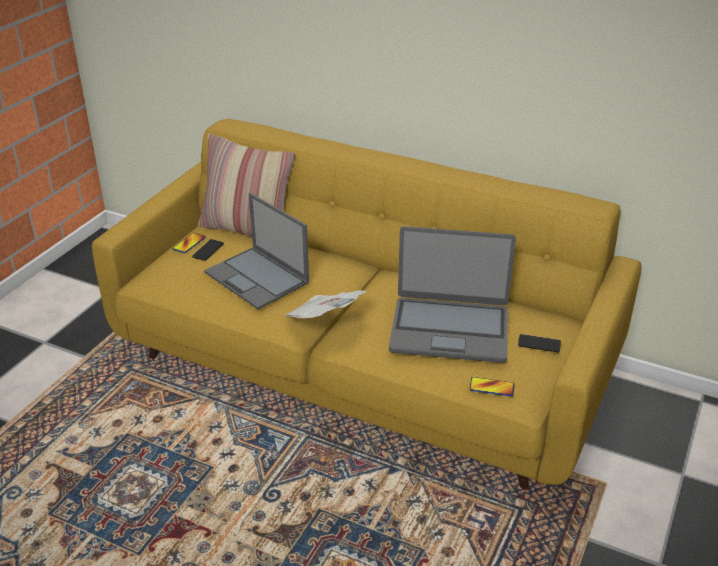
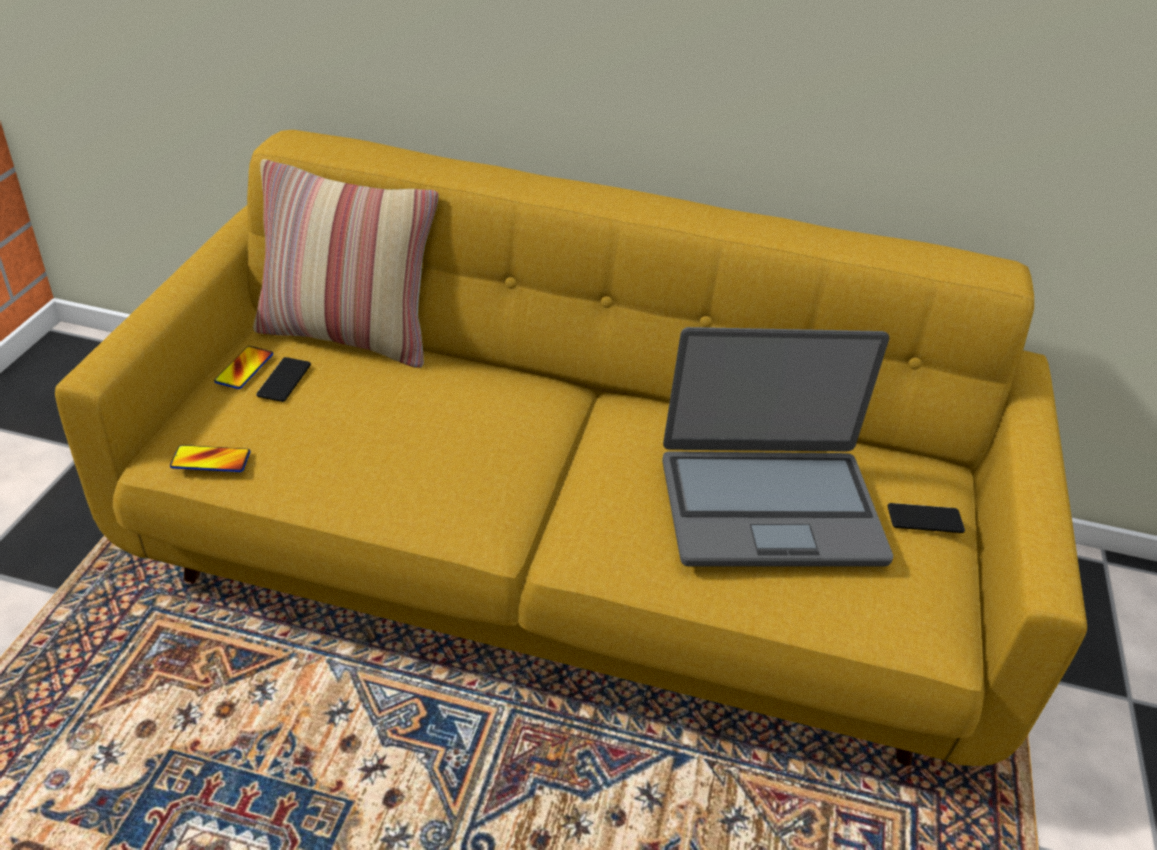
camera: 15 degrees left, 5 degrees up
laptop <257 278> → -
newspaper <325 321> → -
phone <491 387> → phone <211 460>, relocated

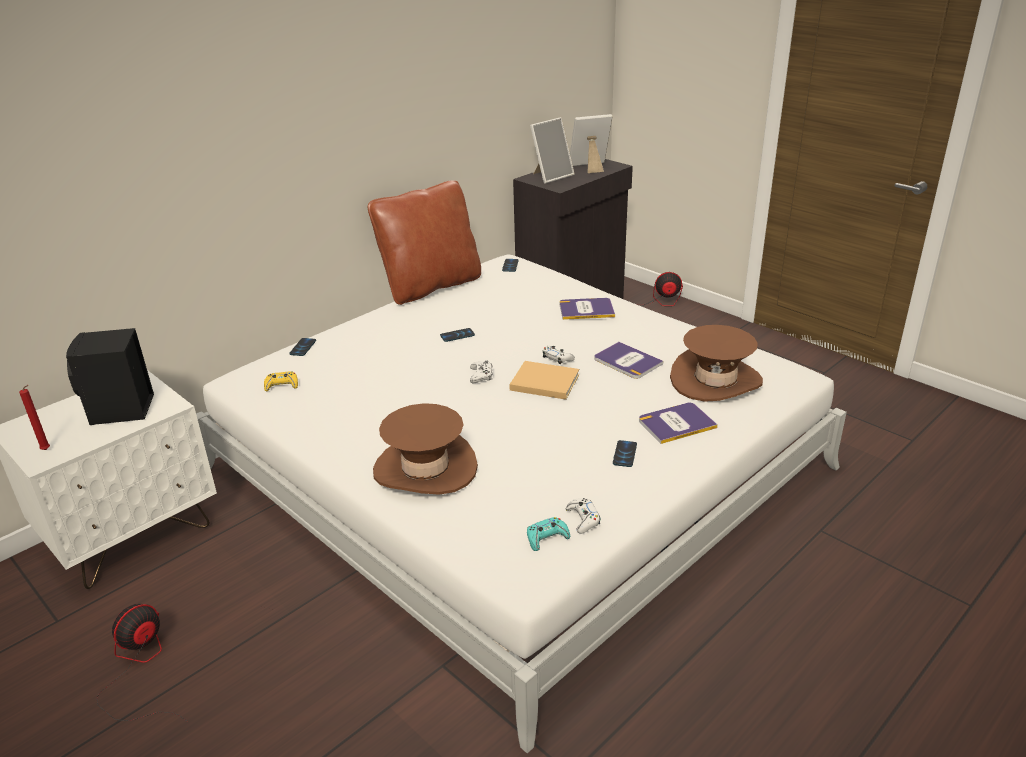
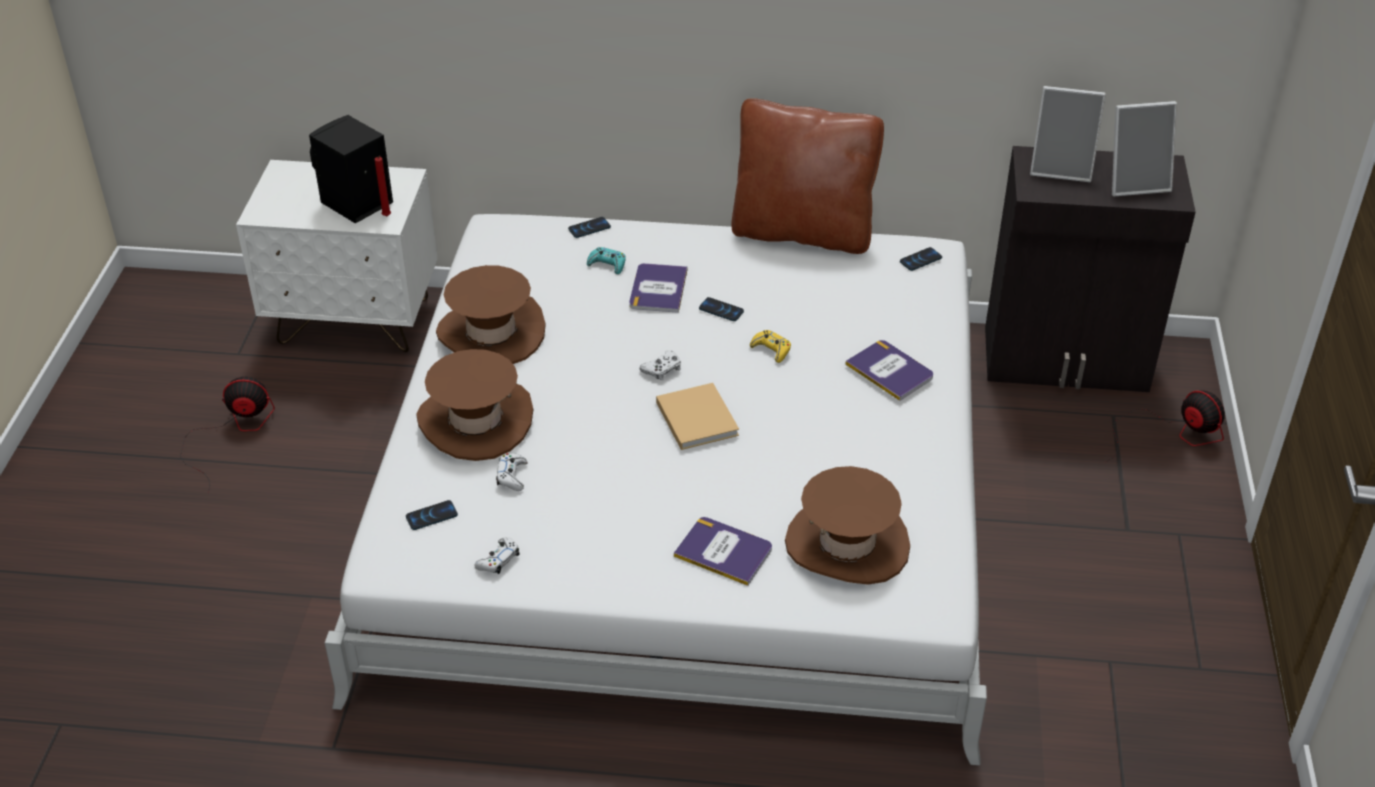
camera: 50 degrees right, 10 degrees up
red candle <47 450> → red candle <387 217>, relocated
yellow game controller <282 385> → yellow game controller <771 350>, relocated
turquoise game controller <547 538> → turquoise game controller <607 264>, relocated
white game controller <557 358> → white game controller <512 476>, relocated
picture frame <590 167> → picture frame <1135 182>, 135 degrees clockwise
book <627 361> → book <658 289>, relocated
phone <624 454> → phone <431 516>, relocated
- → brown hat <491 333>

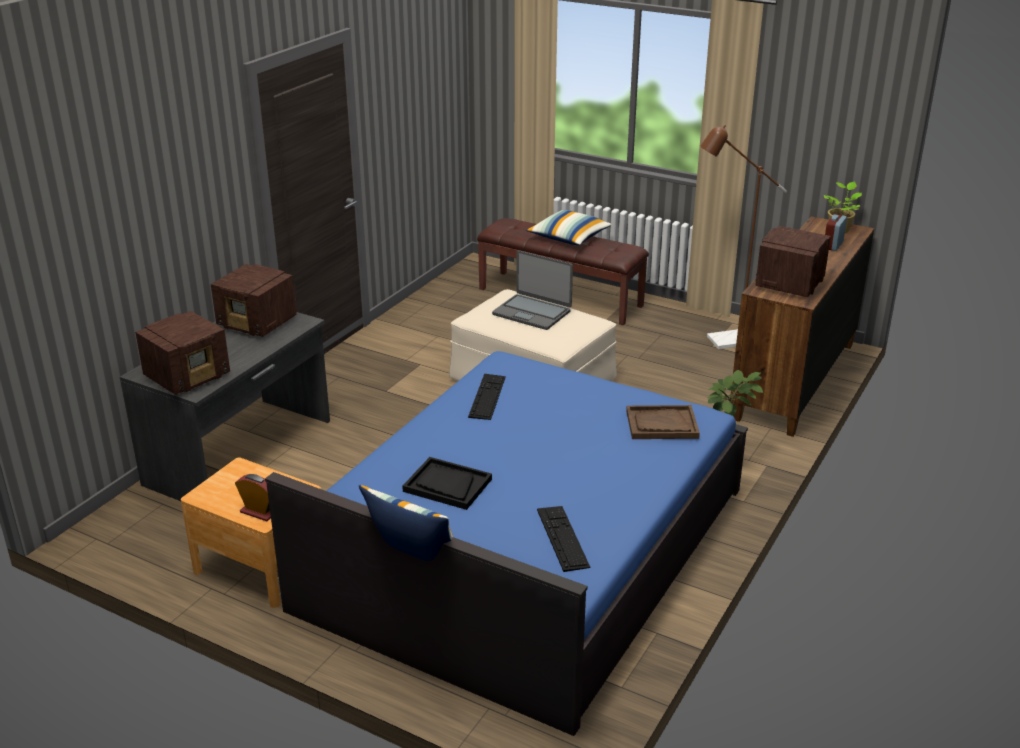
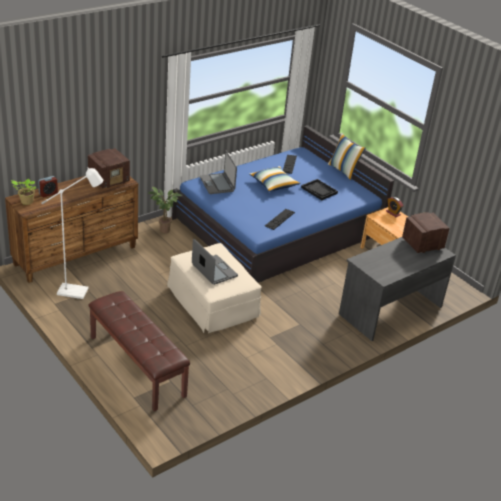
camera: 160 degrees left, 5 degrees up
radio <258 323> → -
pillow <568 238> → pillow <274 184>, relocated
brown tray <661 424> → laptop <217 184>
brown floor lamp <723 341> → white floor lamp <78 292>

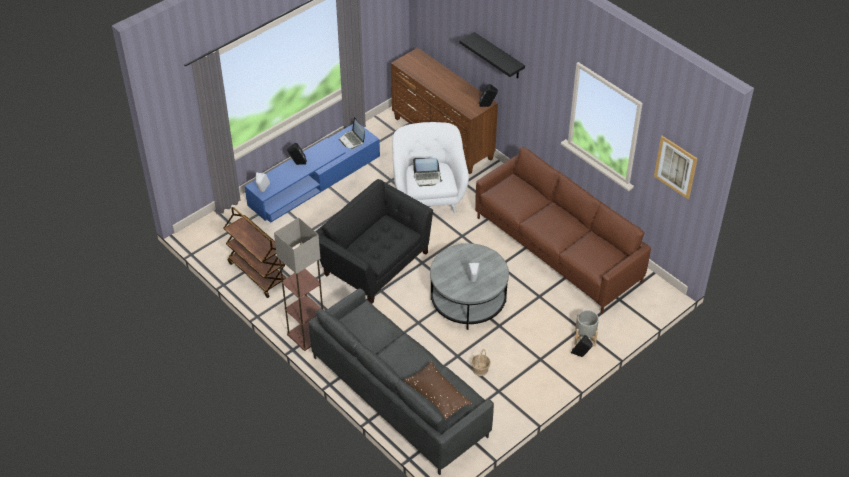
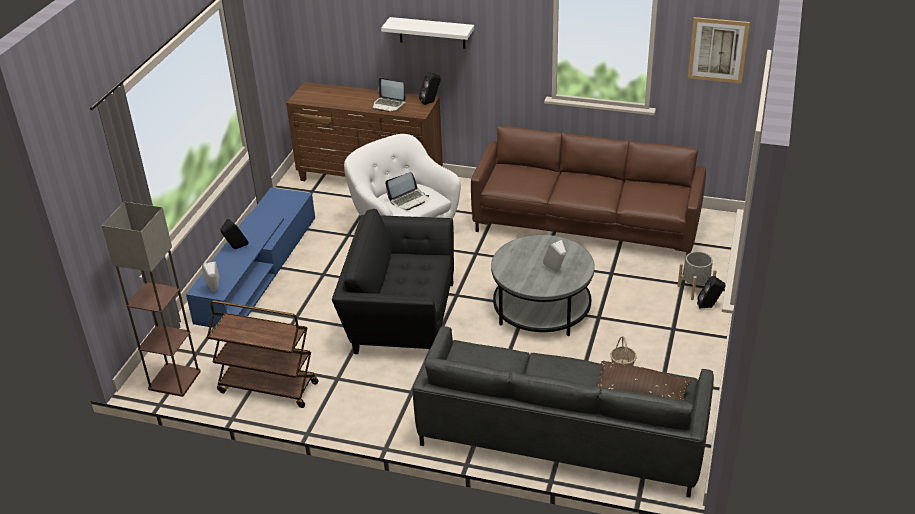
camera: 30 degrees left, 10 degrees down
floor lamp <306 335> → floor lamp <173 380>, relocated
laptop <352 140> → laptop <388 105>, relocated
black shelf <499 56> → white shelf <432 33>

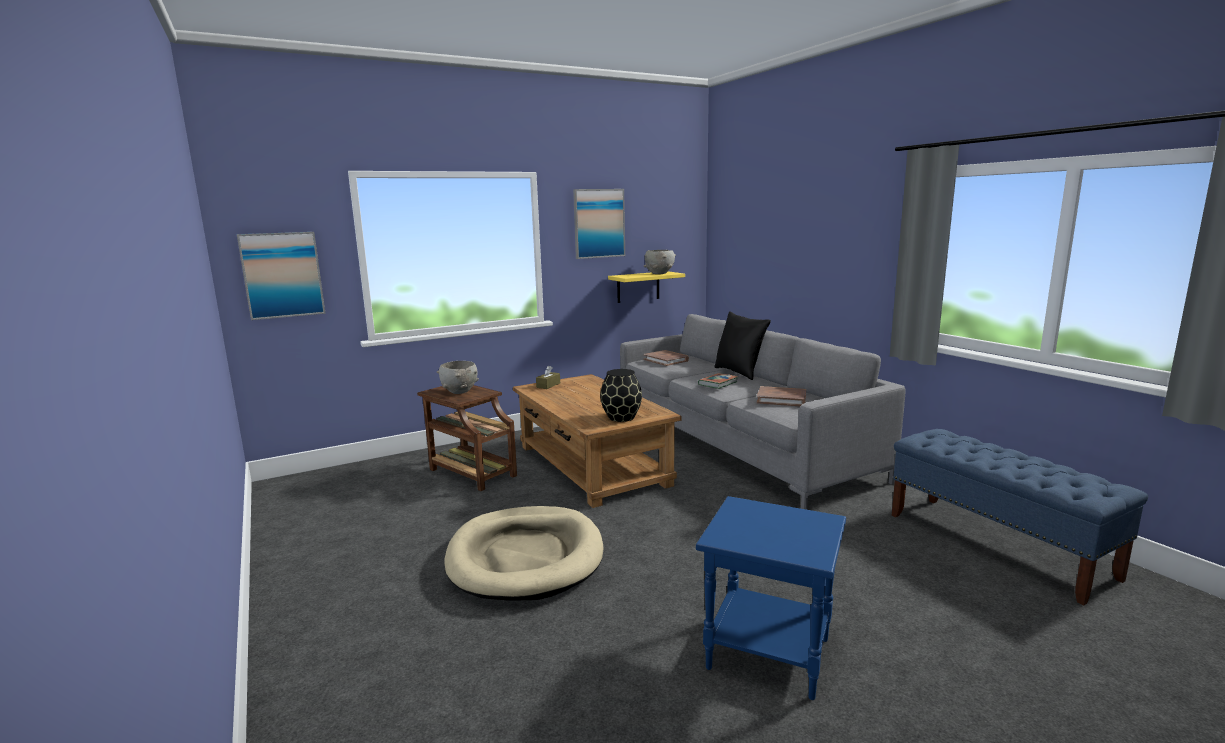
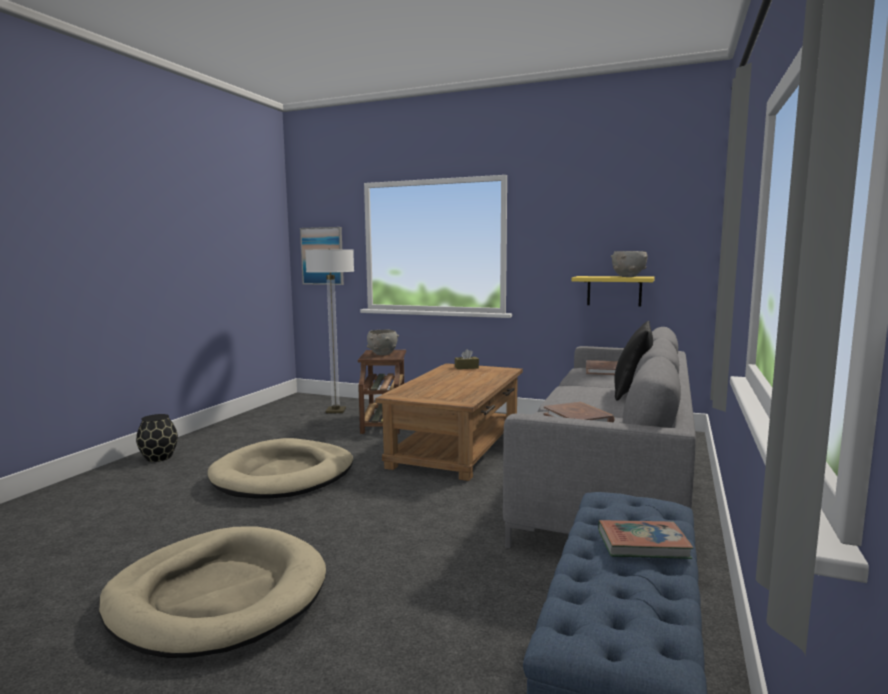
camera: 50 degrees right, 5 degrees down
picture <599 223> → -
black vase <621 417> → black vase <159 457>, relocated
blue side table <766 655> → beige dog bed <218 596>
book <718 383> → book <642 544>, relocated
- → floor lamp <335 411>

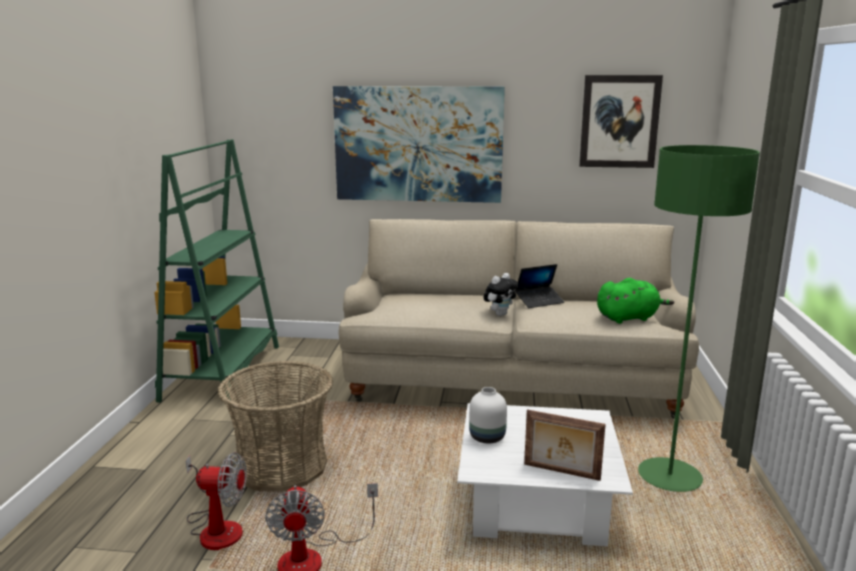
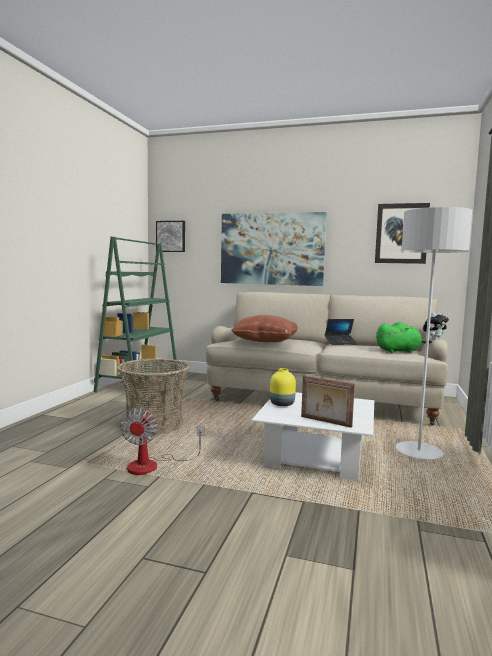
camera: 10 degrees right, 10 degrees down
fan <216 528> → -
white vase <487 438> → yellow vase <282 404>
plush toy <500 314> → plush toy <434 340>, relocated
green floor lamp <669 477> → grey floor lamp <418 452>
- → picture <171 236>
- → brown pillow <265 341>

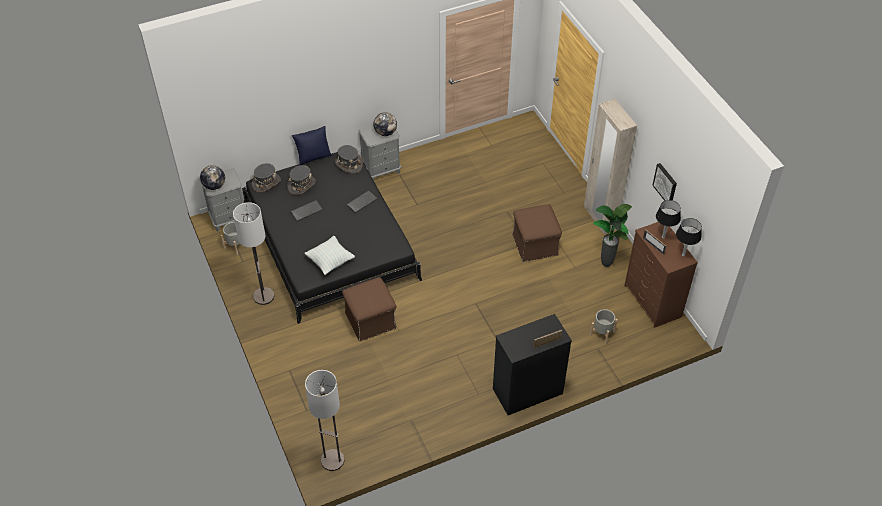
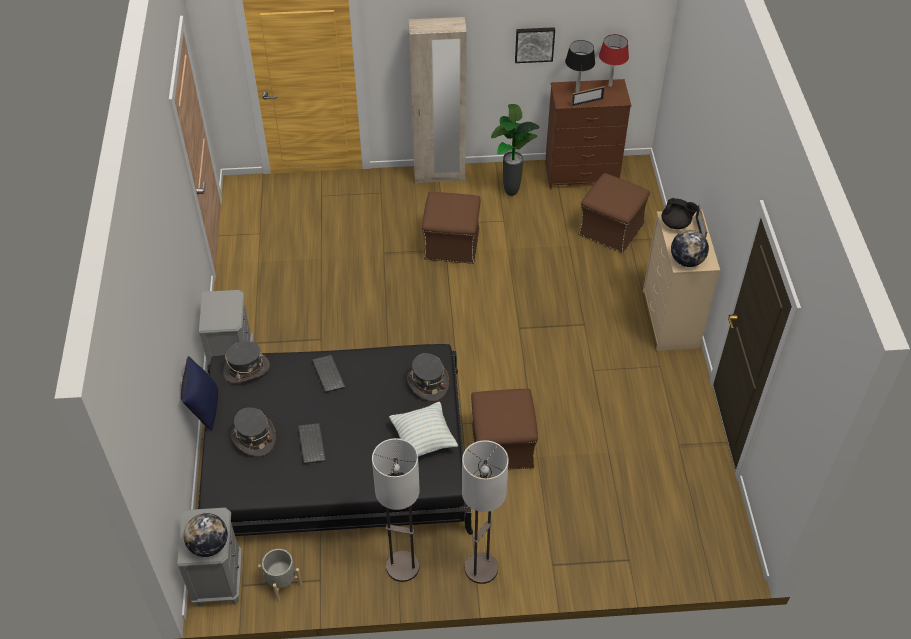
camera: 70 degrees left, 0 degrees up
grey hat <266 182> → grey hat <427 383>, relocated
floor lamp <332 460> → floor lamp <481 568>, relocated
globe <385 132> → globe <686 261>, relocated
black dresser <527 391> → beige dresser <670 320>
grey planter <602 333> → brown ottoman <610 229>
black table lamp <683 255> → red table lamp <610 85>
- → black teapot <676 224>

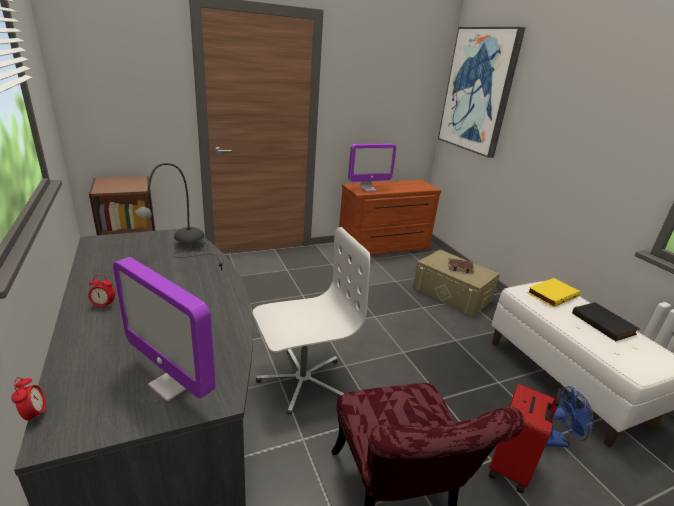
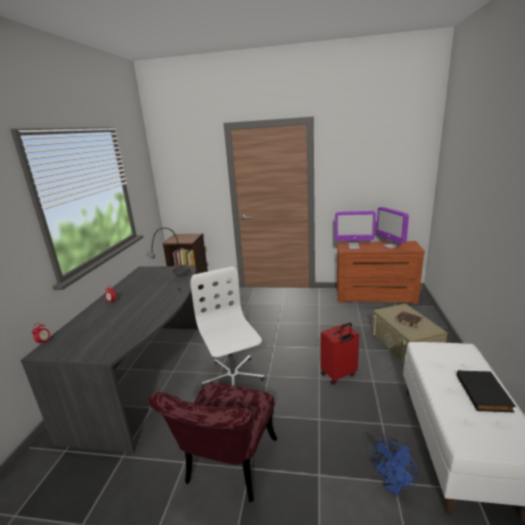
camera: 35 degrees right, 5 degrees down
monitor <174 383> → monitor <390 246>, relocated
white office chair <302 380> → white office chair <232 377>, 120 degrees counterclockwise
picture <478 91> → -
red suitcase <511 467> → red suitcase <339 375>, relocated
yellow book <551 294> → -
blue fan <556 440> → blue fan <394 485>, 105 degrees clockwise

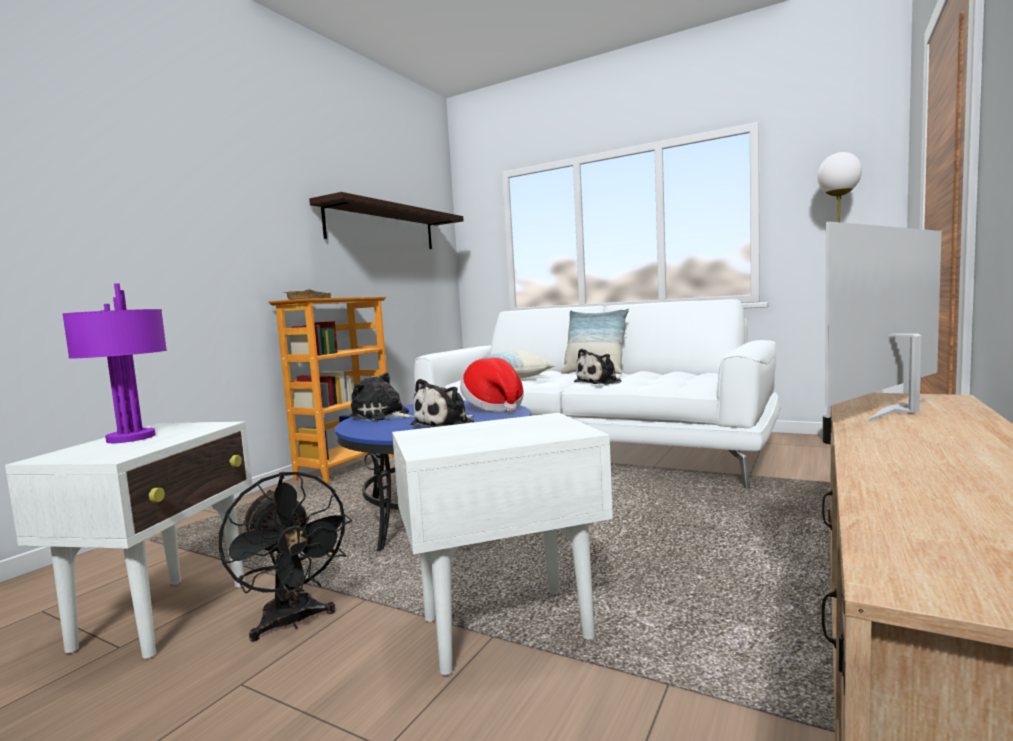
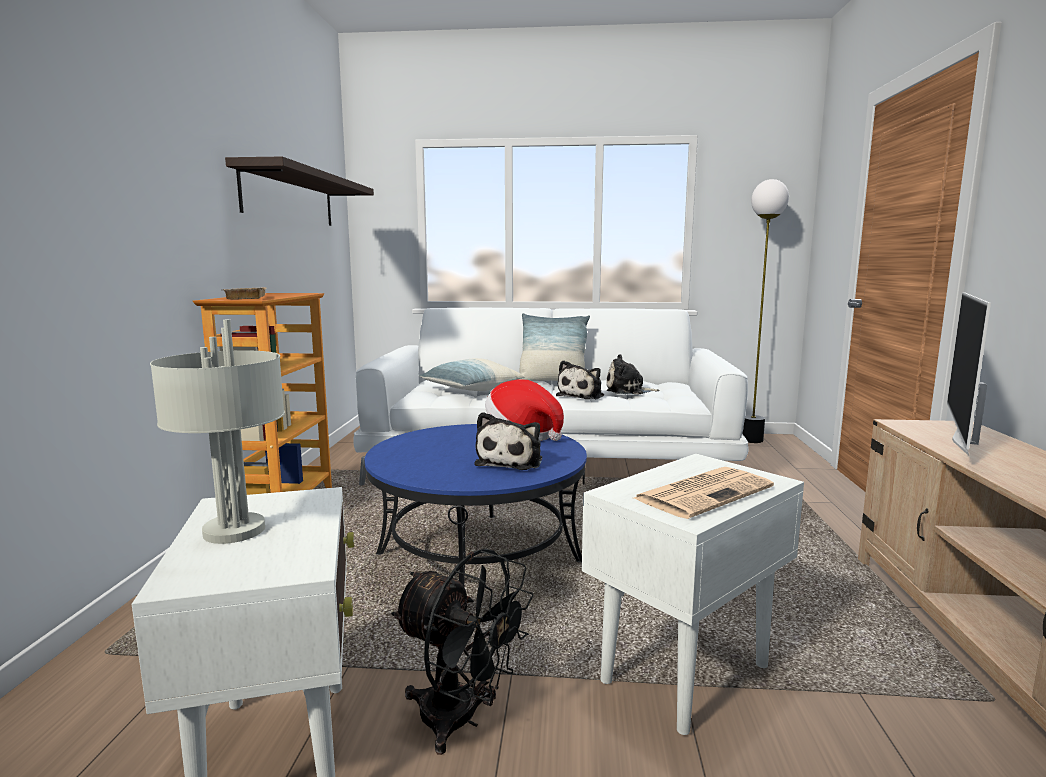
camera: 25 degrees left, 5 degrees up
purple table lamp <129 438> → grey table lamp <233 531>
plush toy <382 416> → plush toy <628 390>, relocated
- → newspaper <704 492>

